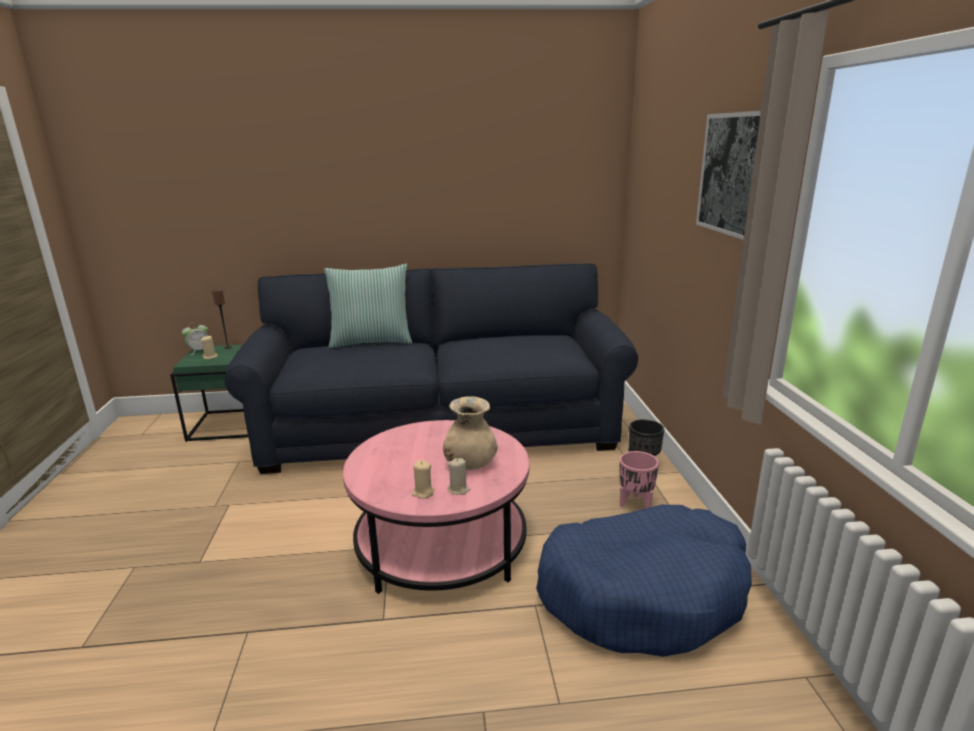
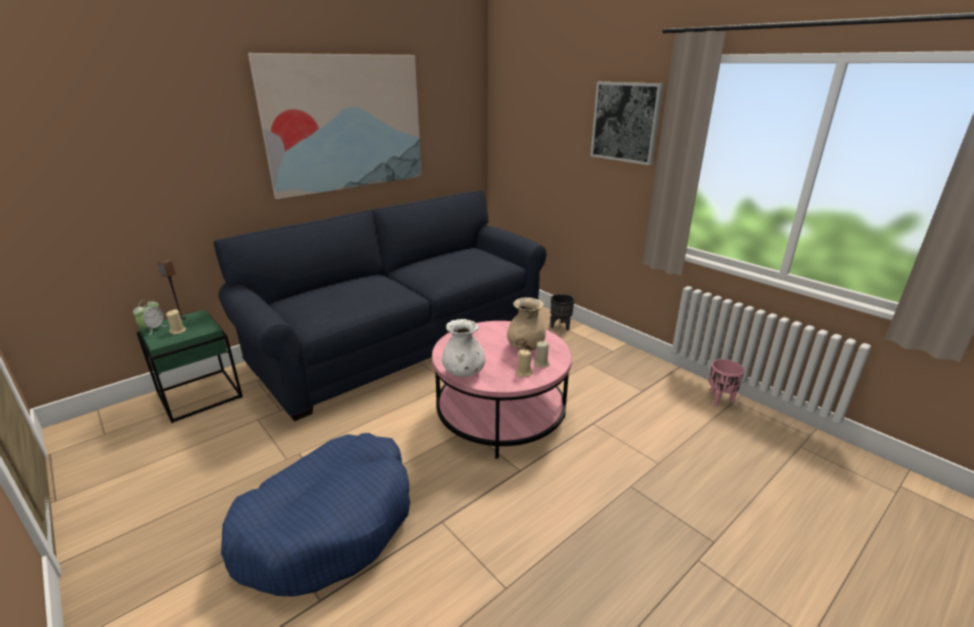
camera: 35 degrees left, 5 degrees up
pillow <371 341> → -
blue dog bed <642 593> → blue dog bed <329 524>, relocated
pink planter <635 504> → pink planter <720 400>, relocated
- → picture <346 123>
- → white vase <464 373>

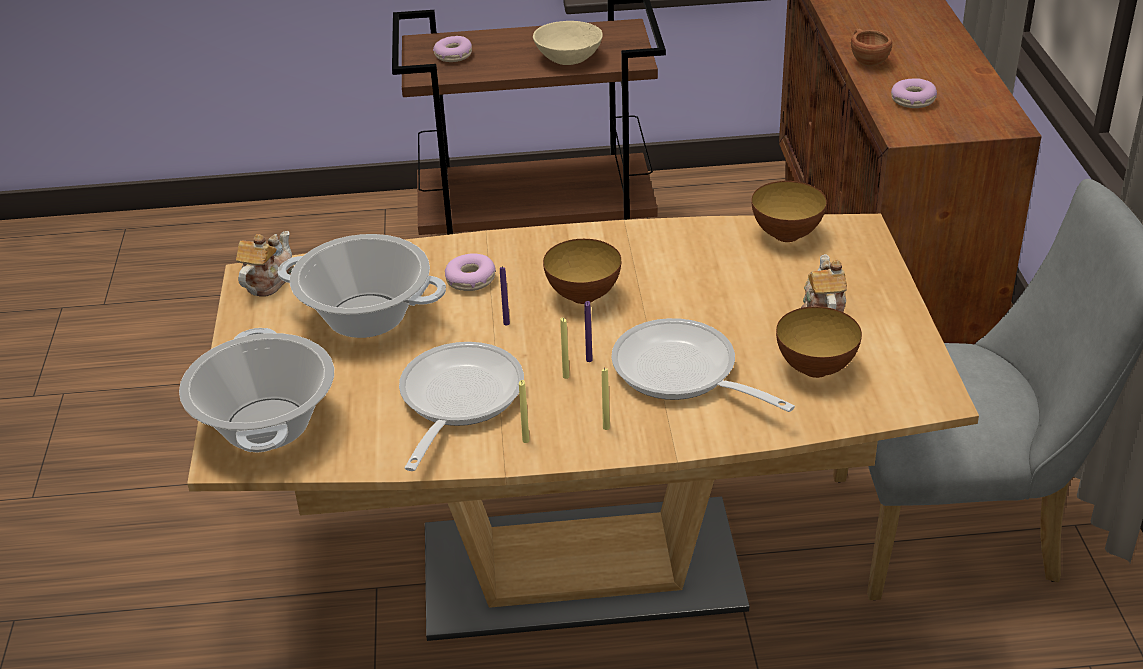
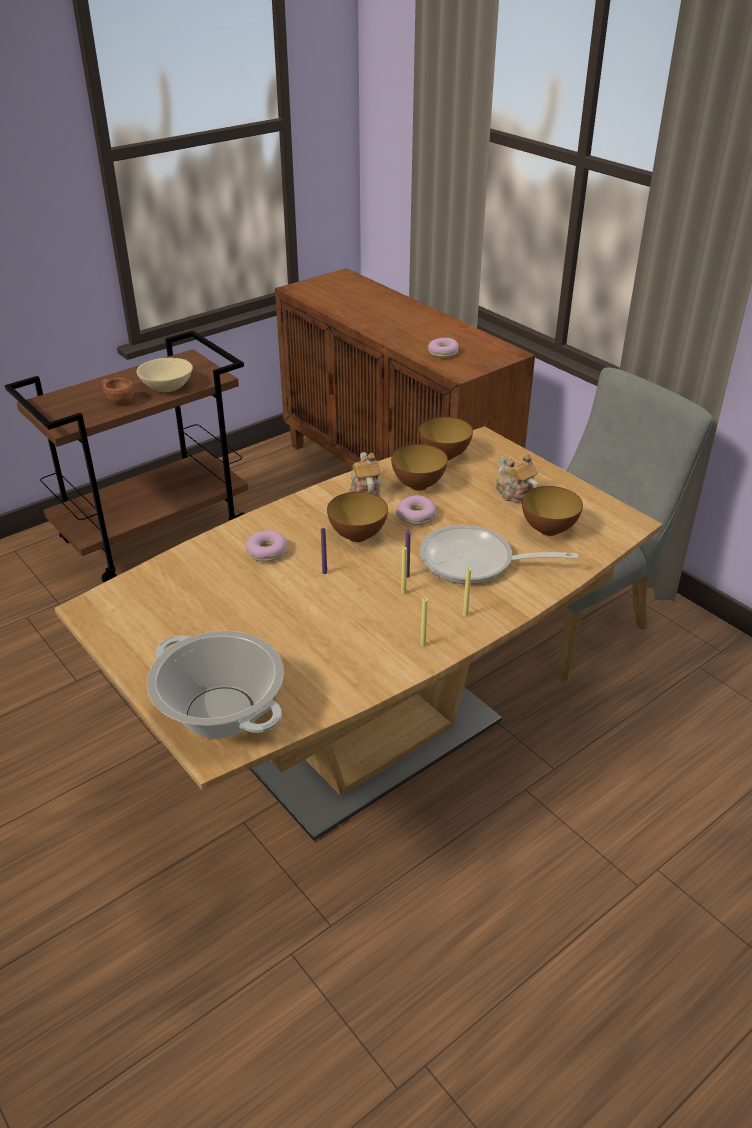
camera: 35 degrees left, 0 degrees up
teapot <268 281> → teapot <365 491>, relocated
cooking pot <366 316> → -
frying pan <457 401> → -
donut <453 56> → donut <416 516>, relocated
brown cup <866 60> → brown cup <117 400>, relocated
- → bowl <418 485>

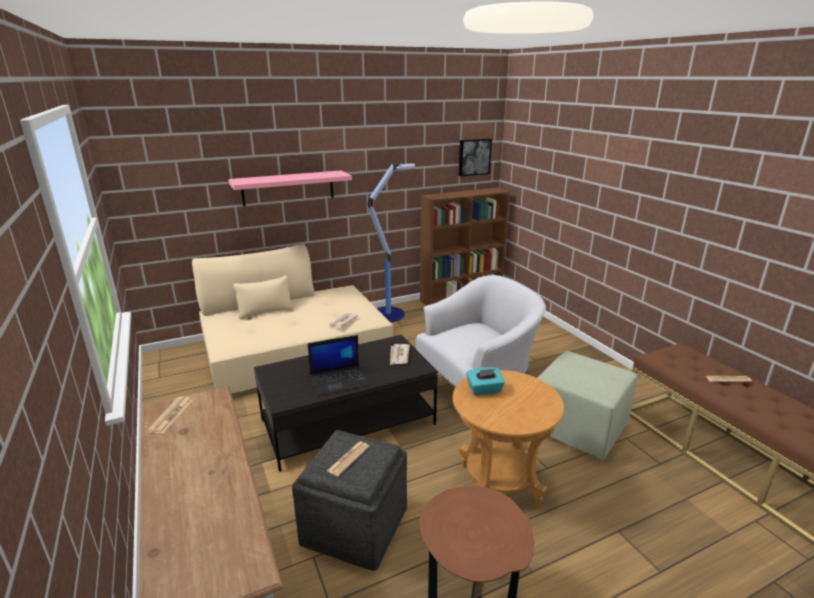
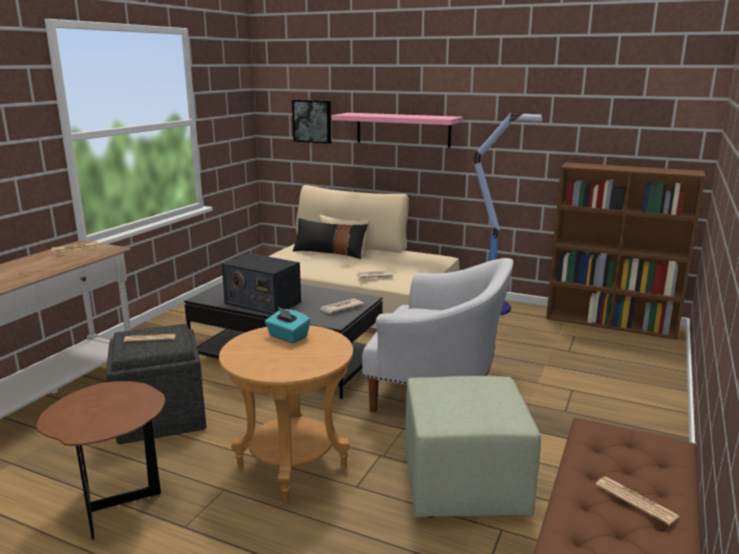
camera: 50 degrees right, 5 degrees down
laptop <339 380> → radio <262 303>
picture <474 157> → picture <313 121>, relocated
- → black pillow <329 253>

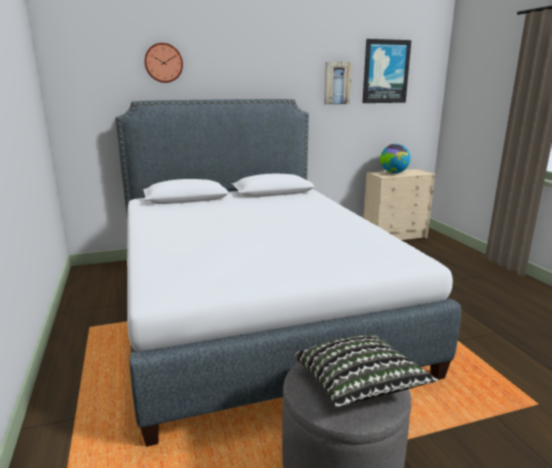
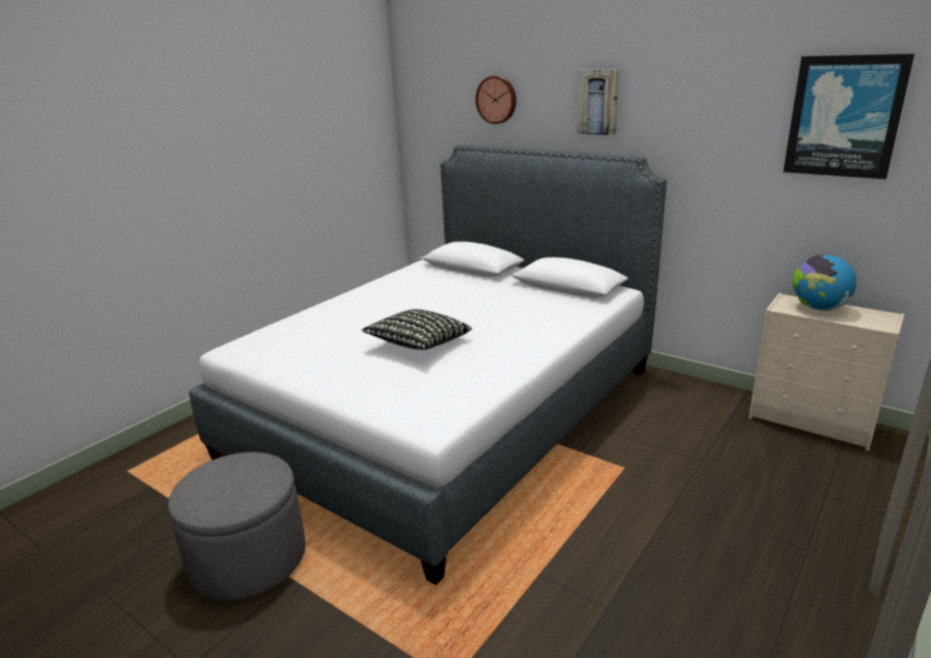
camera: 55 degrees right, 5 degrees up
pillow <358 386> → pillow <418 345>, relocated
picture <337 83> → picture <598 102>, relocated

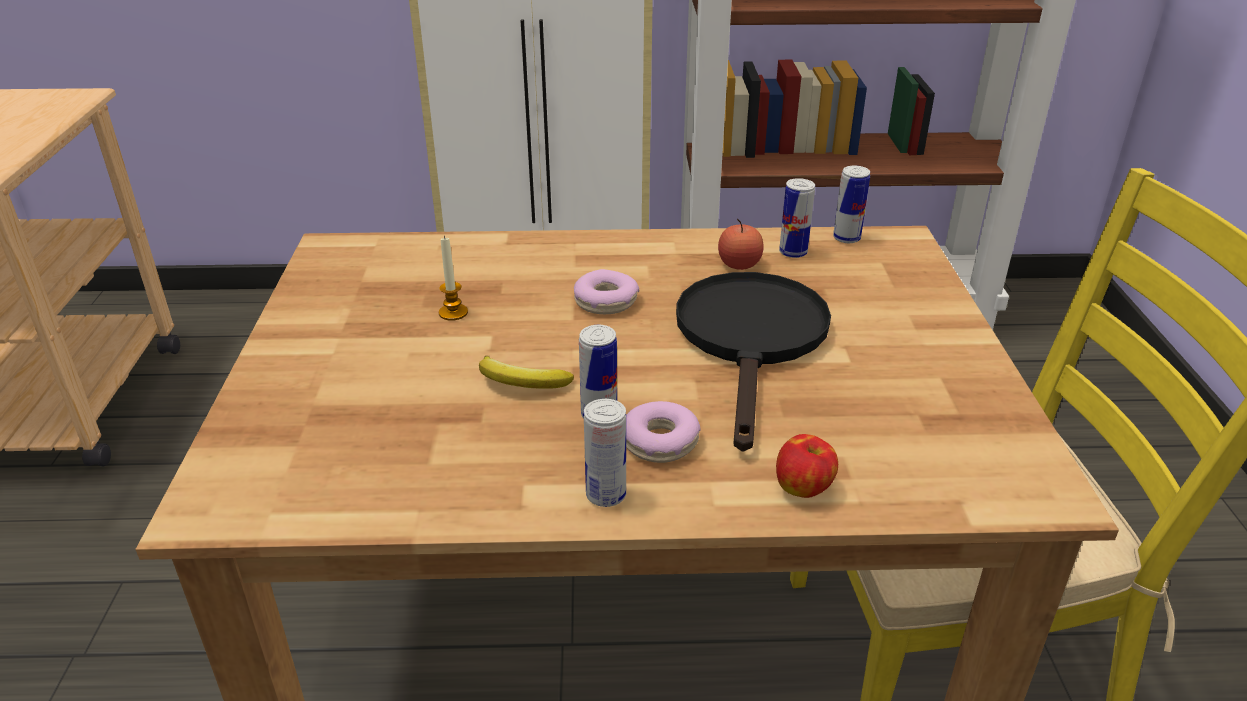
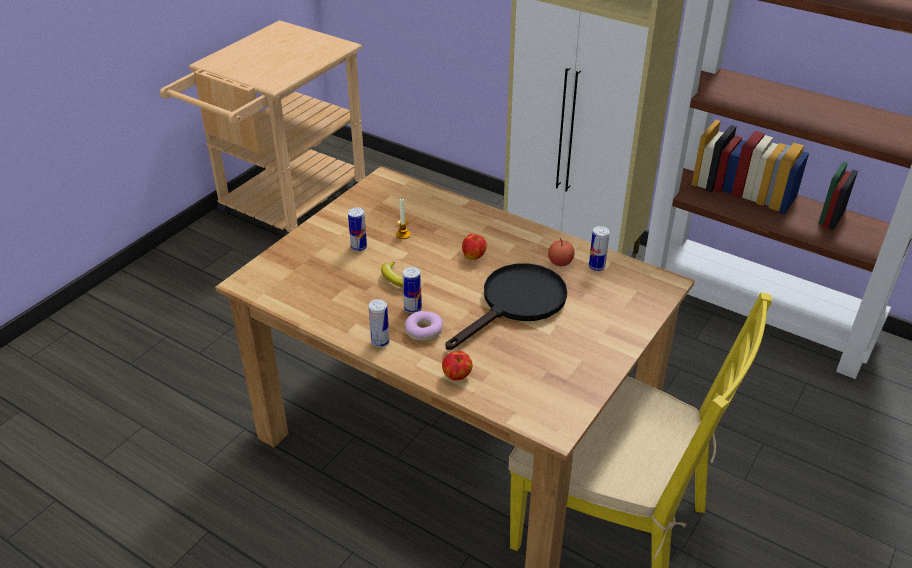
camera: 35 degrees right, 5 degrees up
donut <606 301> → apple <474 256>
can <846 238> → can <359 247>, relocated

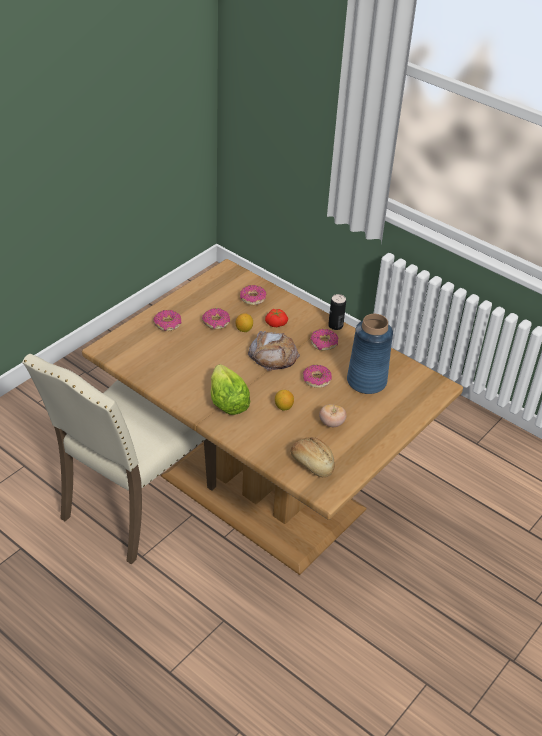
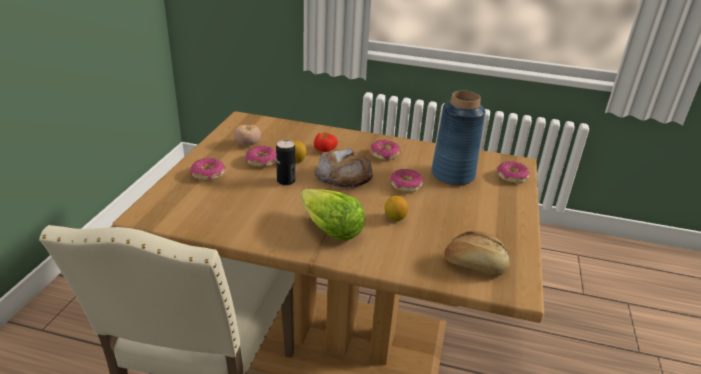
camera: 25 degrees left, 10 degrees down
donut <252 299> → donut <511 177>, relocated
tomato <331 423> → tomato <248 144>, relocated
can <335 325> → can <286 181>, relocated

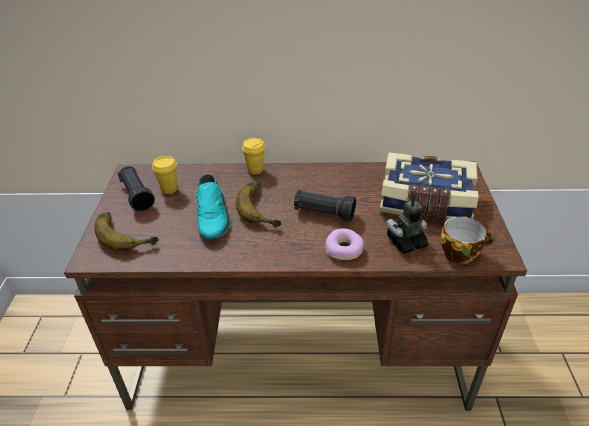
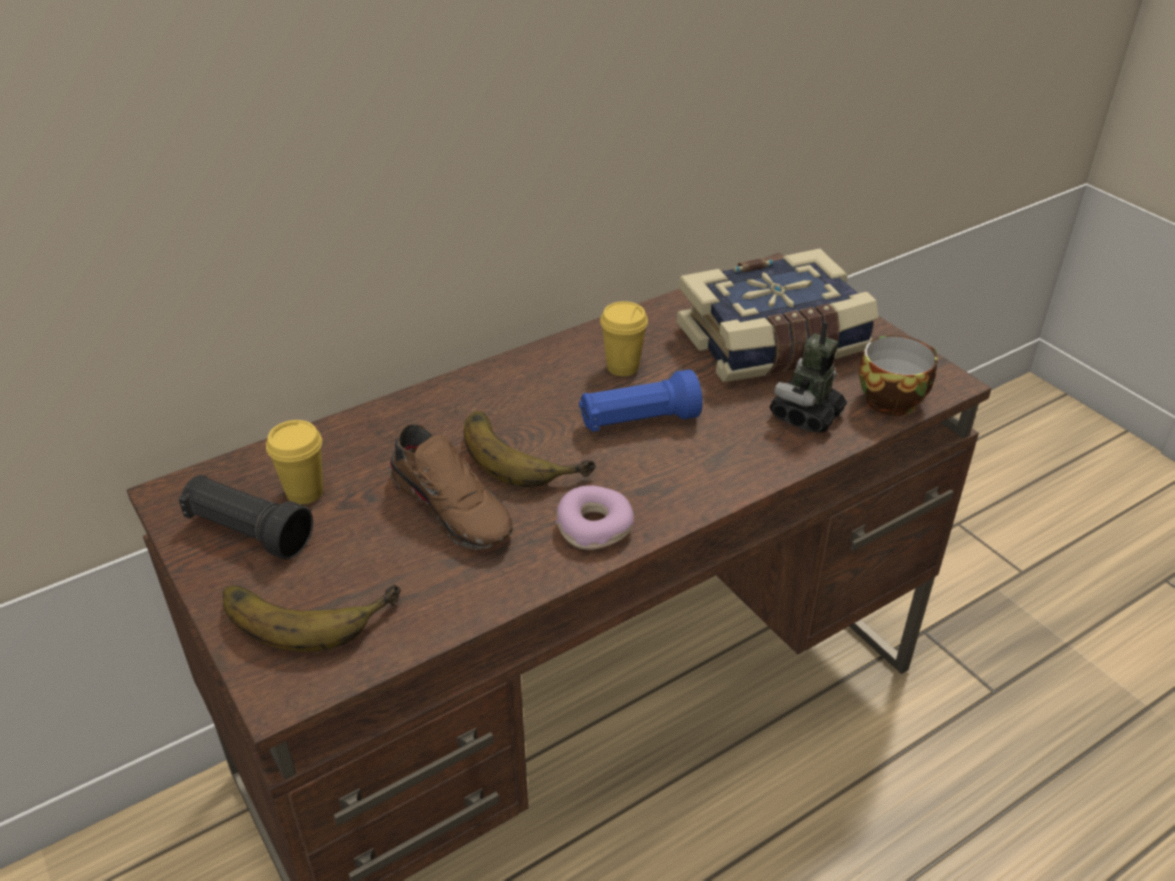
camera: 35 degrees left, 0 degrees up
turquoise shoe <214 217> → brown shoe <454 506>
yellow cup <255 170> → yellow cup <622 367>, relocated
black flashlight <323 213> → blue flashlight <638 421>
donut <344 249> → donut <594 527>, relocated

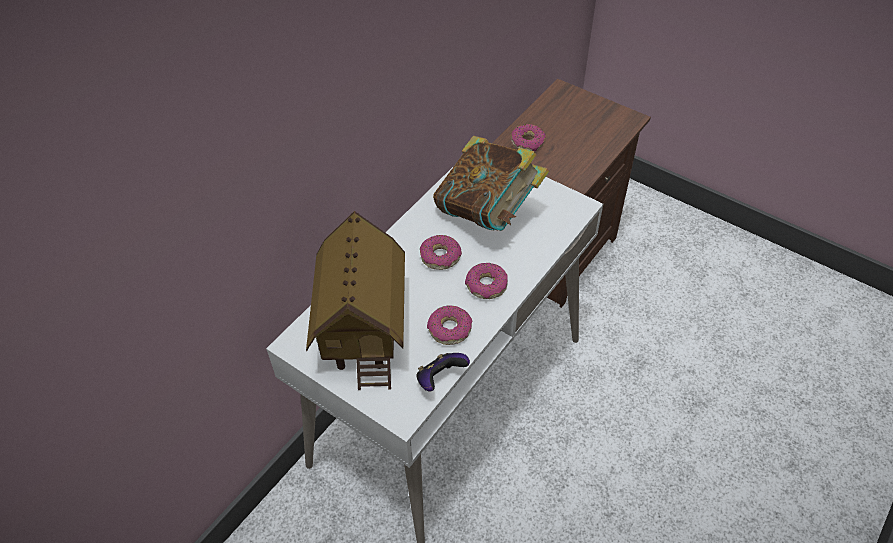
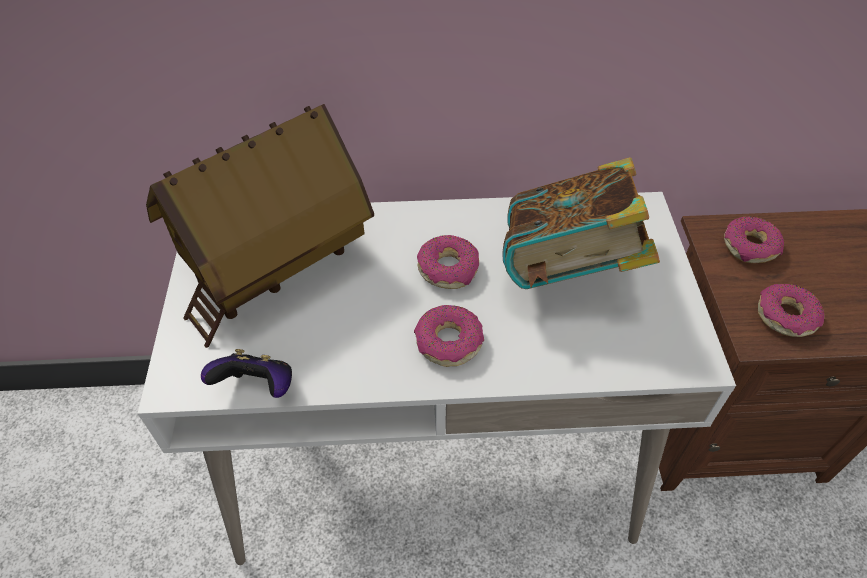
camera: 50 degrees right, 0 degrees up
donut <449 329> → donut <785 316>, relocated

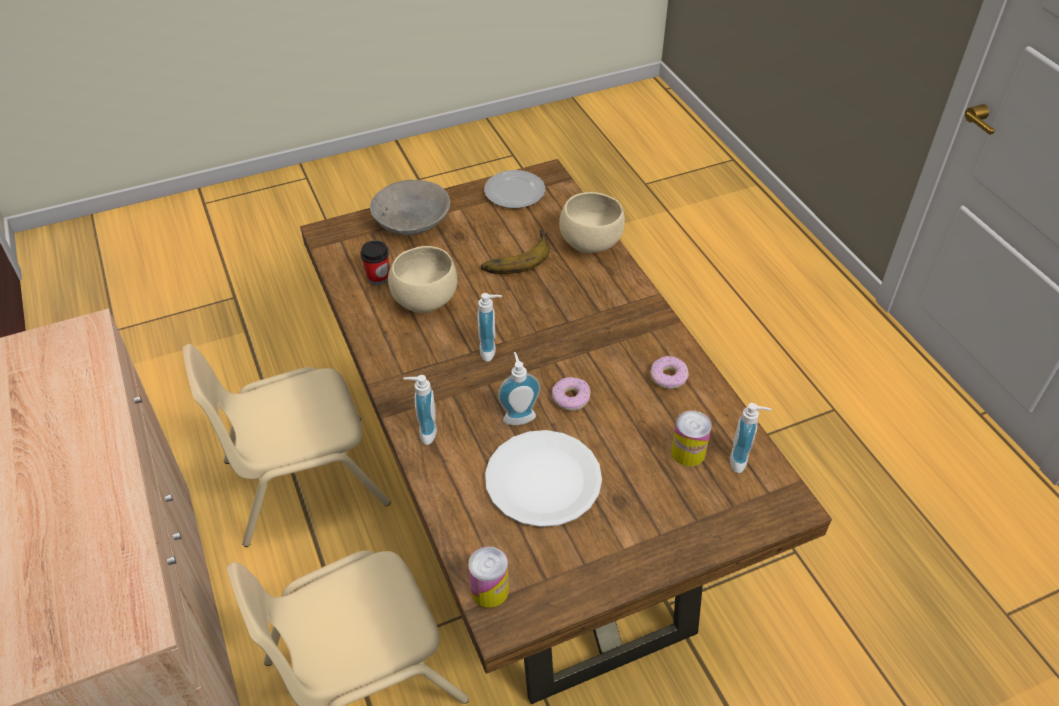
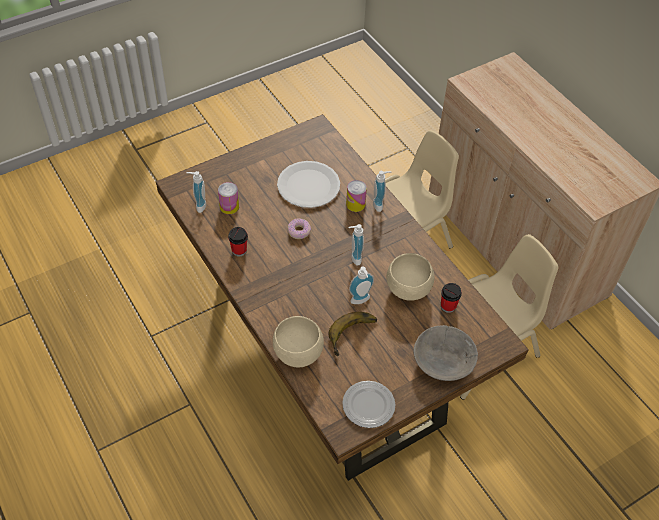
camera: 170 degrees right, 5 degrees up
can <489 590> → can <355 204>, relocated
soap dispenser <518 415> → soap dispenser <361 301>, relocated
donut <668 377> → cup <239 250>

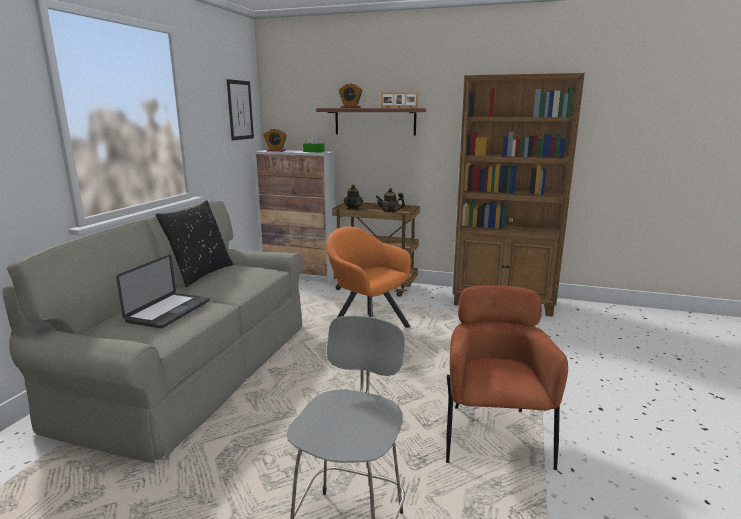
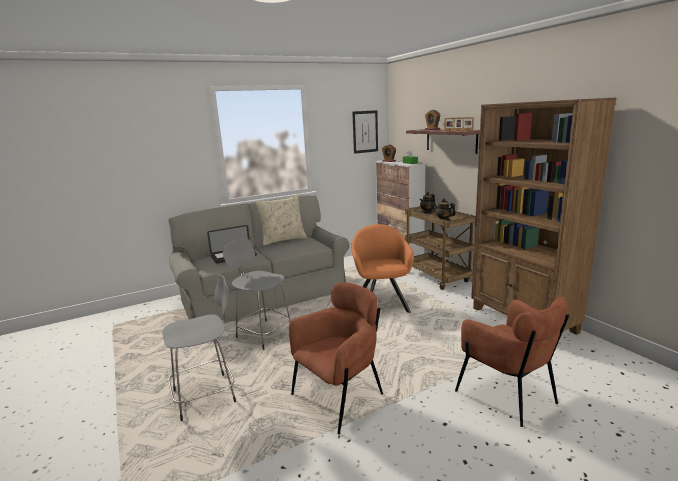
camera: 45 degrees right, 0 degrees up
black pillow <200 274> → beige pillow <283 240>
- → grey stool <263 334>
- → brown armchair <508 395>

